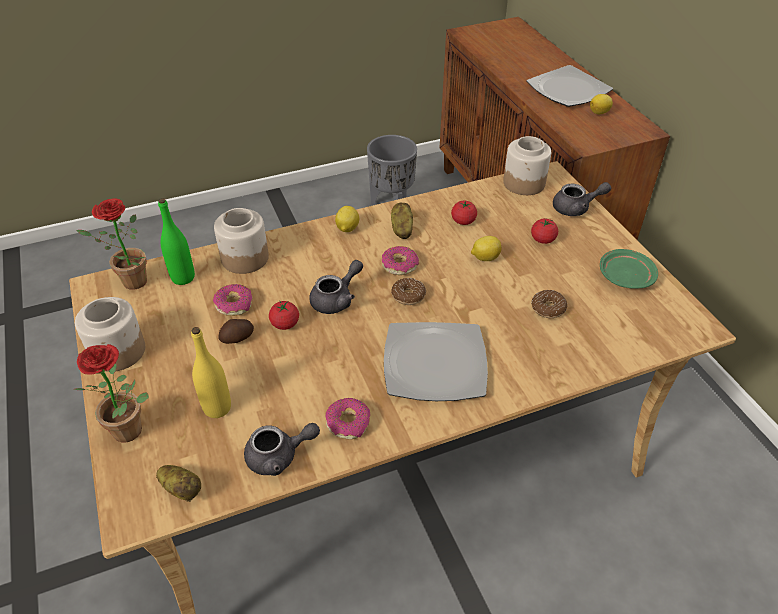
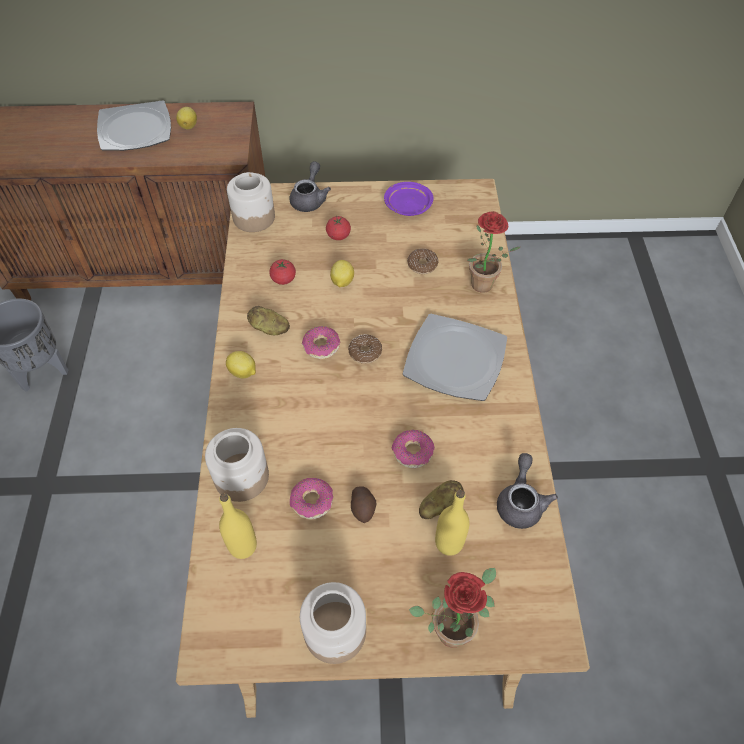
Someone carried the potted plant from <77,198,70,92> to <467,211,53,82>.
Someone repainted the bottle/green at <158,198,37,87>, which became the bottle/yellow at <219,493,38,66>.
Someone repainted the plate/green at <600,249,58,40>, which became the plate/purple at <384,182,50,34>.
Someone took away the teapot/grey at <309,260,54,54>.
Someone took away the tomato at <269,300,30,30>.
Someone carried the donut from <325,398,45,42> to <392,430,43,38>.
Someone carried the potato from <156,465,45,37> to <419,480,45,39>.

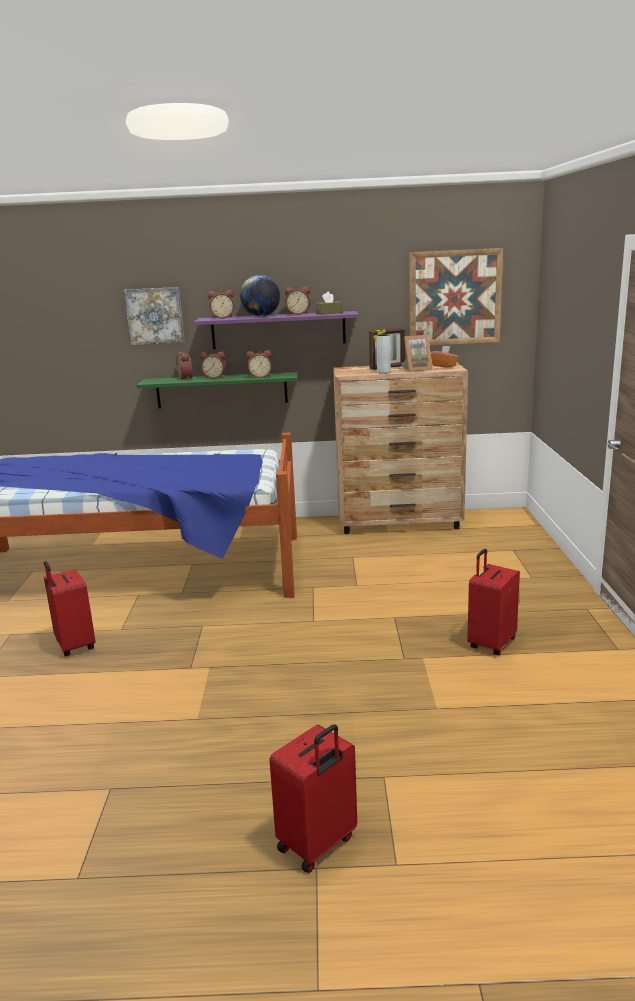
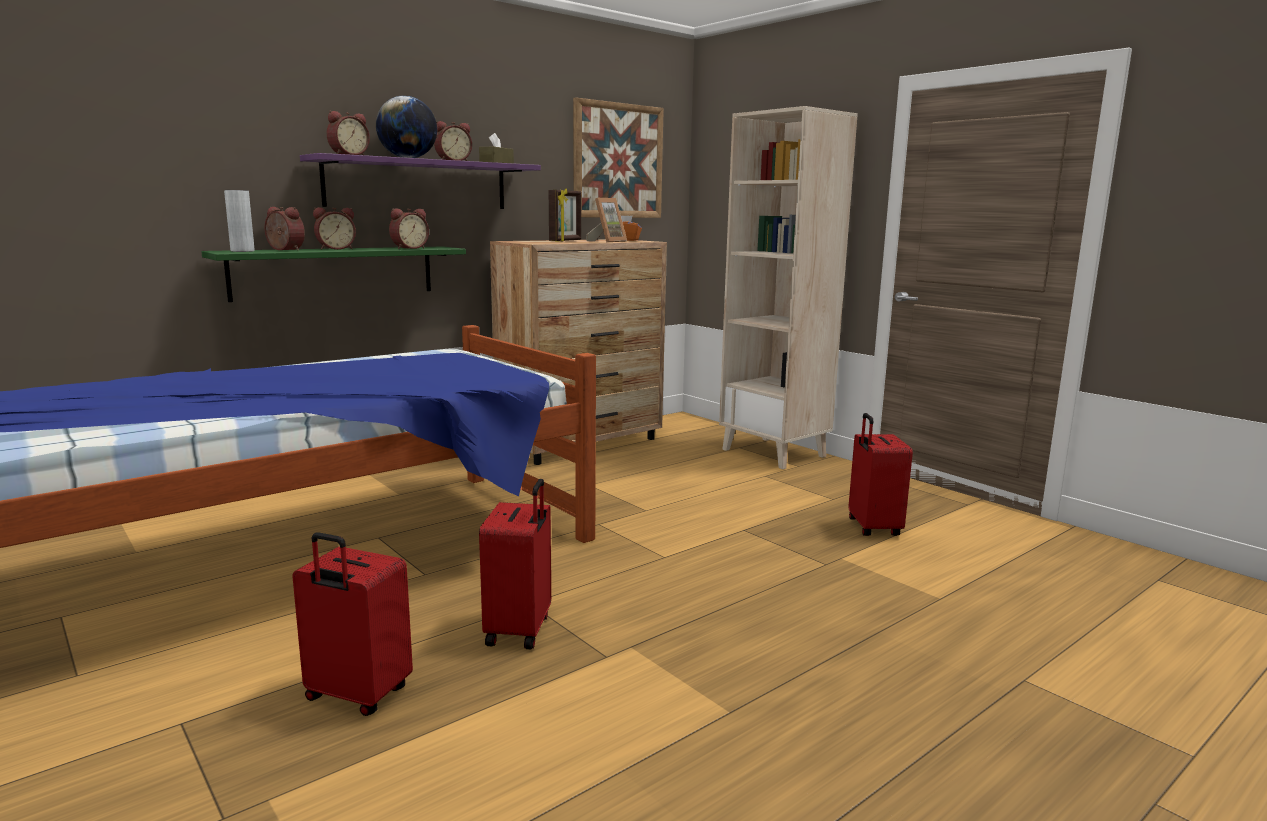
Someone took away the picture at <124,287,60,58>.
Someone carried the vase/grey from <376,334,15,39> to <224,190,31,62>.
Someone carried the suitcase/red from <269,724,88,149> to <479,479,72,170>.
Someone put down the bookcase/beige at <719,106,139,363>.

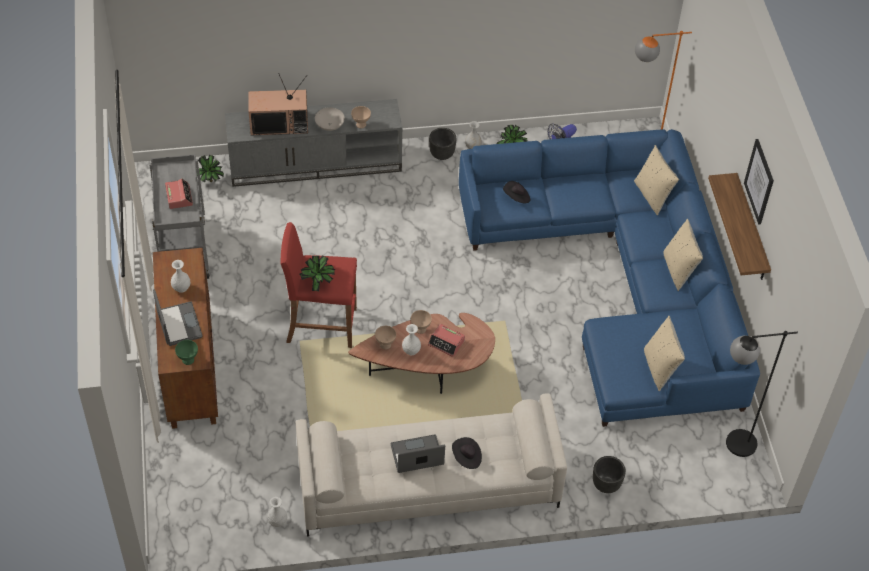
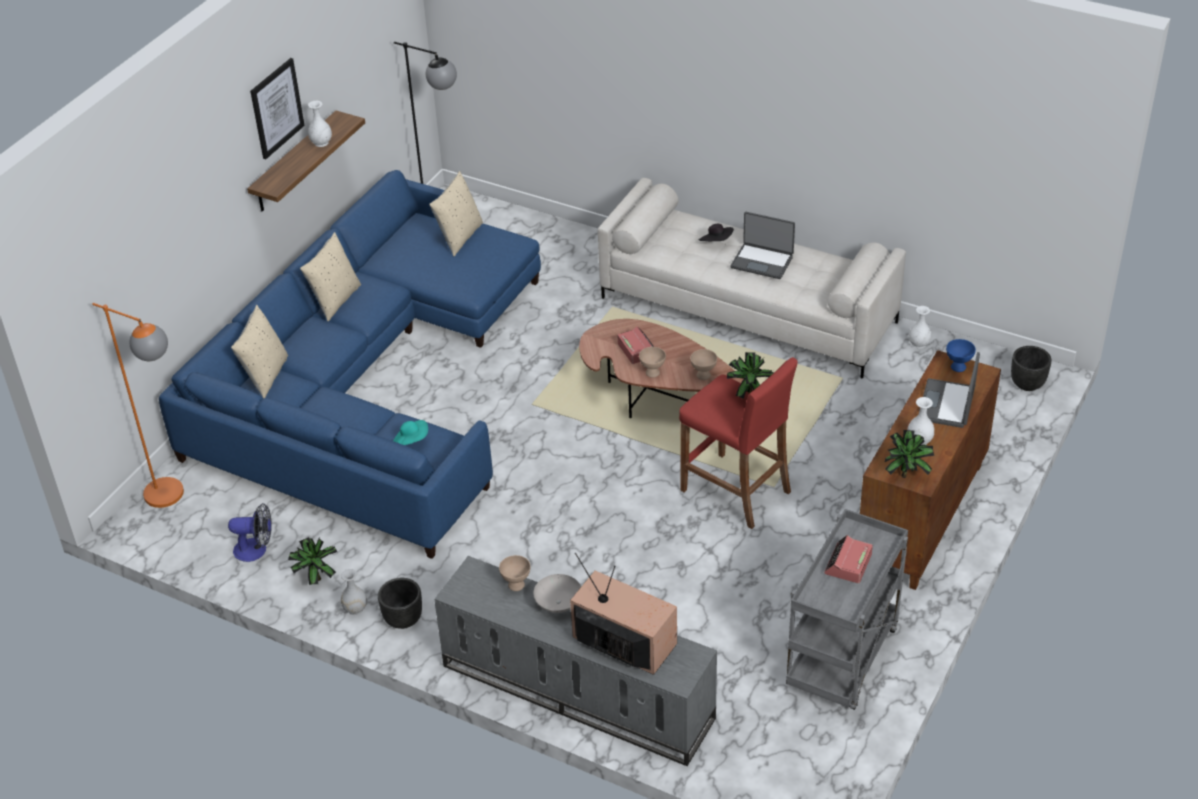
Someone carried the potted plant from <197,154,27,28> to <884,430,50,48>.
Someone repainted the hat/black at <503,181,27,22>, which became the hat/turquoise at <393,420,35,25>.
Someone carried the vase/white from <402,324,19,31> to <308,101,24,46>.
Someone repainted the bowl/green at <175,340,23,25>, which became the bowl/blue at <946,339,30,33>.
Someone carried the planter/black from <593,456,33,37> to <1011,346,41,45>.

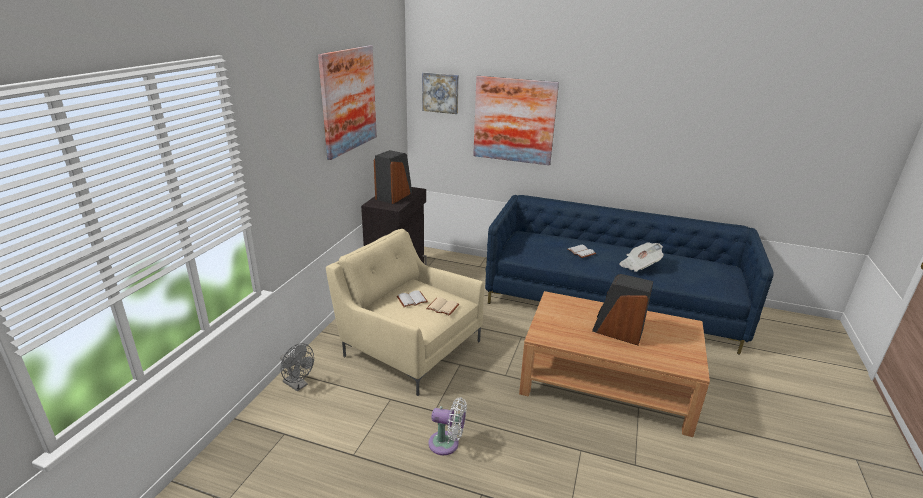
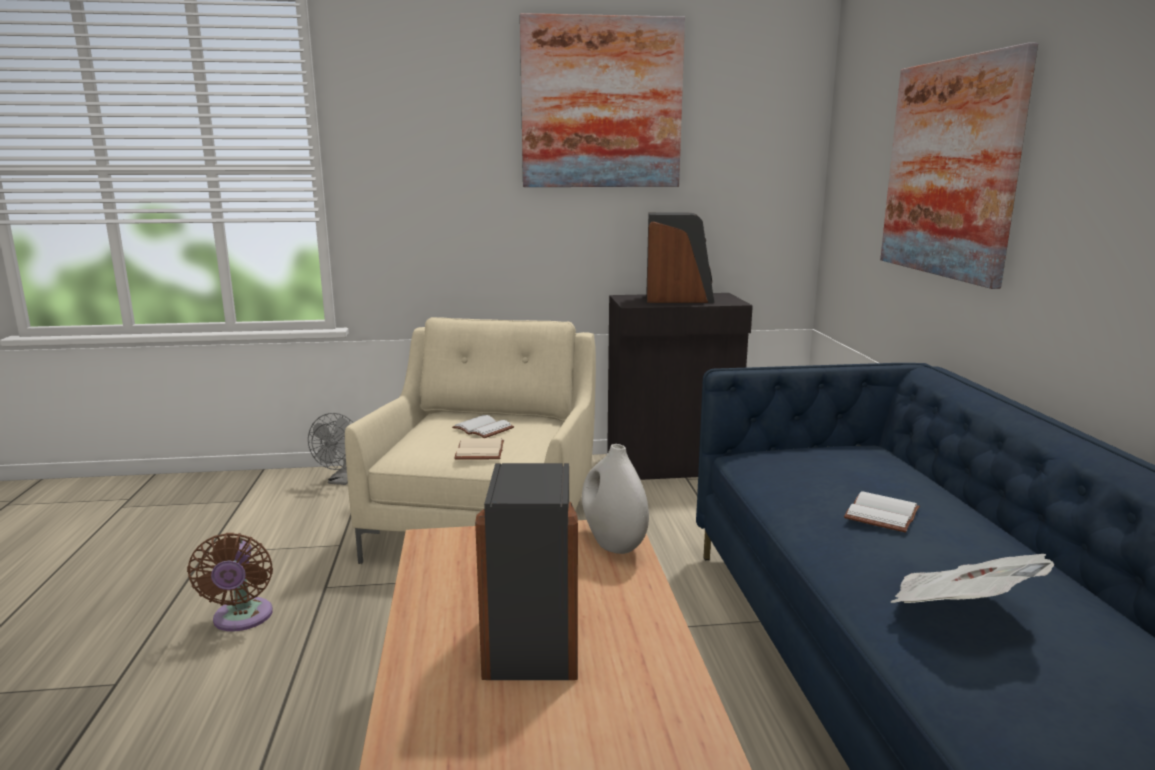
Someone took away the picture at <422,72,37,42>.
Someone repainted the fan/white at <428,398,39,57>, which became the fan/brown at <187,533,86,98>.
Someone put down the vase/white at <582,444,67,110>.

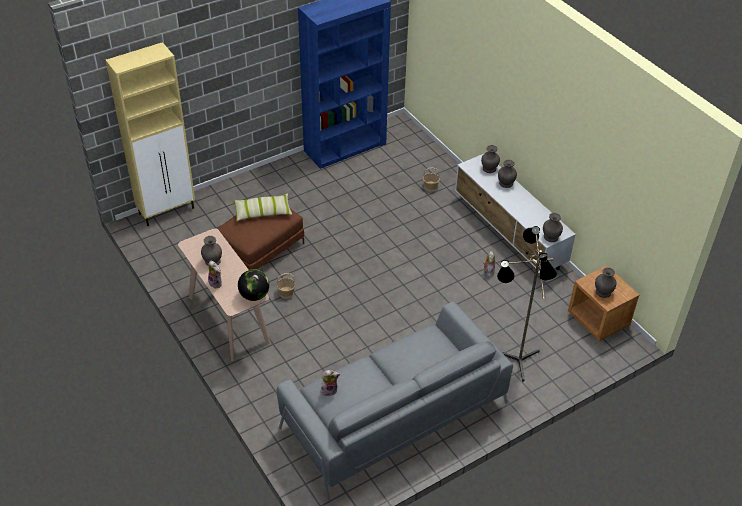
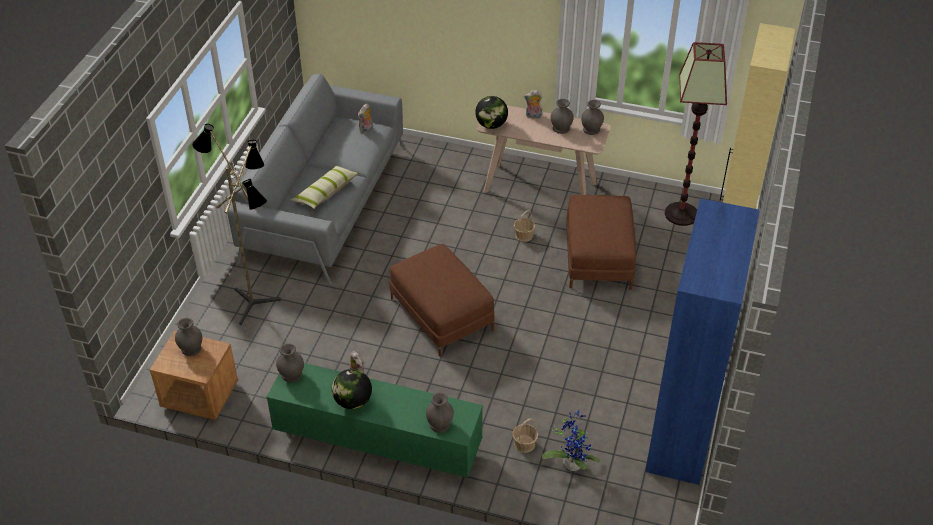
Someone repainted the tv stand/white at <455,154,121,117>, which became the tv stand/green at <266,363,217,115>.
Someone carried the vase/grey from <498,160,19,28> to <581,100,23,35>.
Someone carried the pillow from <233,193,59,28> to <291,165,68,44>.
Someone put down the floor lamp at <665,42,62,184>.
Someone put down the ottoman/brown at <390,244,105,113>.
Someone put down the globe at <332,369,40,40>.
Someone put down the potted plant at <542,409,58,63>.

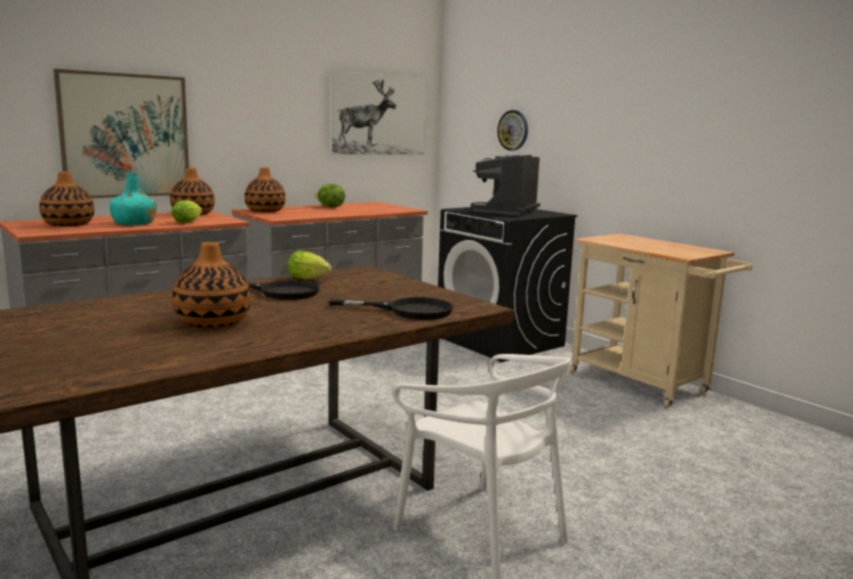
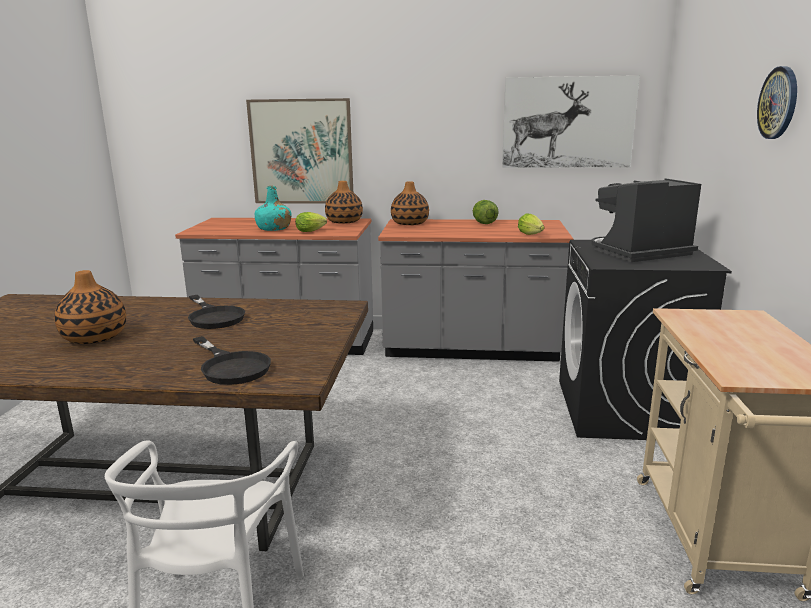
Someone carried the wall clock from <497,110,31,41> to <757,66,40,73>.
Someone took away the vase at <39,172,55,54>.
Someone carried the lettuce from <287,251,44,29> to <518,213,26,22>.

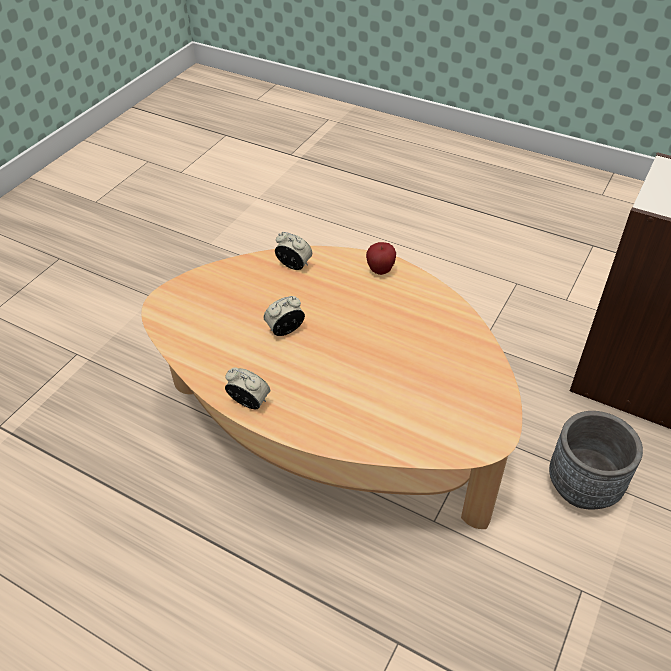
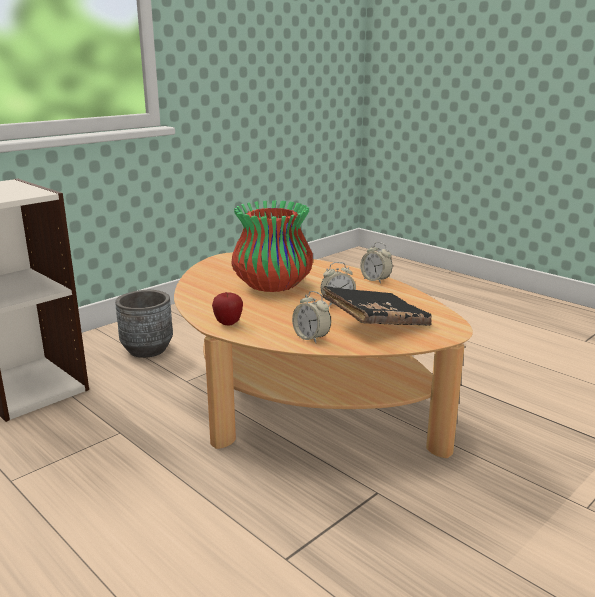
Someone put down the vase at <231,200,82,92>.
Someone put down the book/black at <322,286,110,40>.

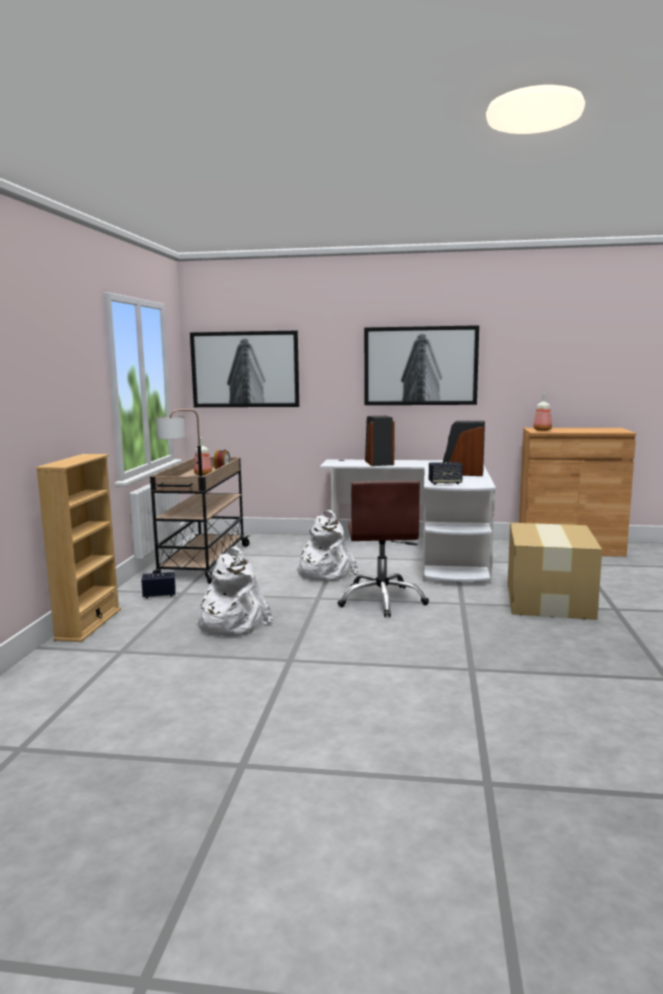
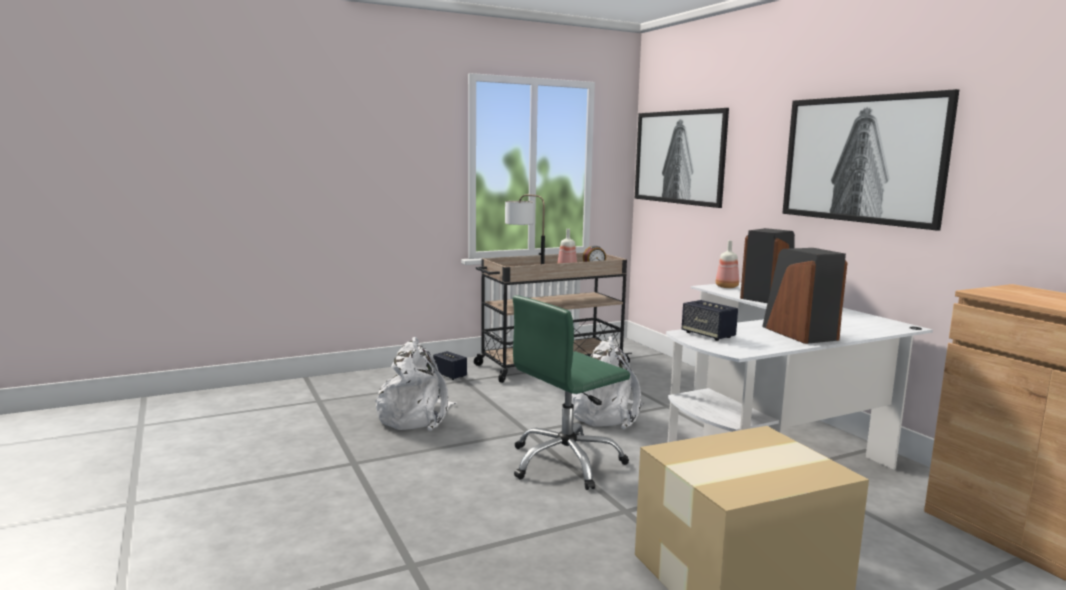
Someone carried the bottle from <533,393,19,38> to <716,240,23,48>.
Someone took away the bookcase/beige at <36,454,85,188>.
Someone repainted the office chair/brown at <338,480,91,137>, which became the office chair/green at <513,295,117,195>.

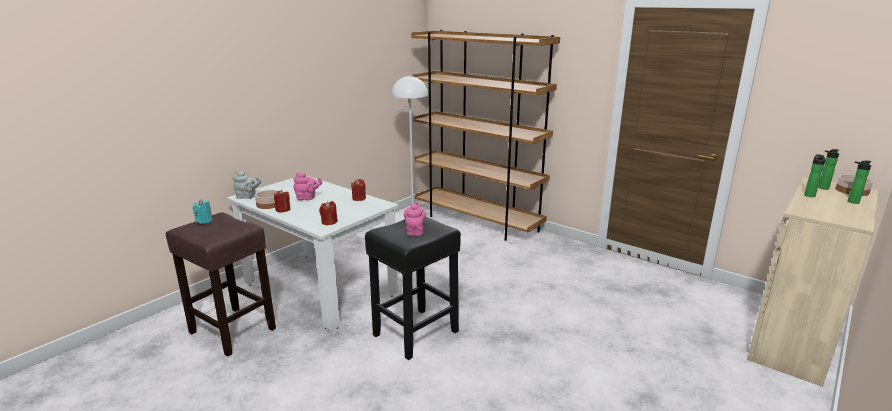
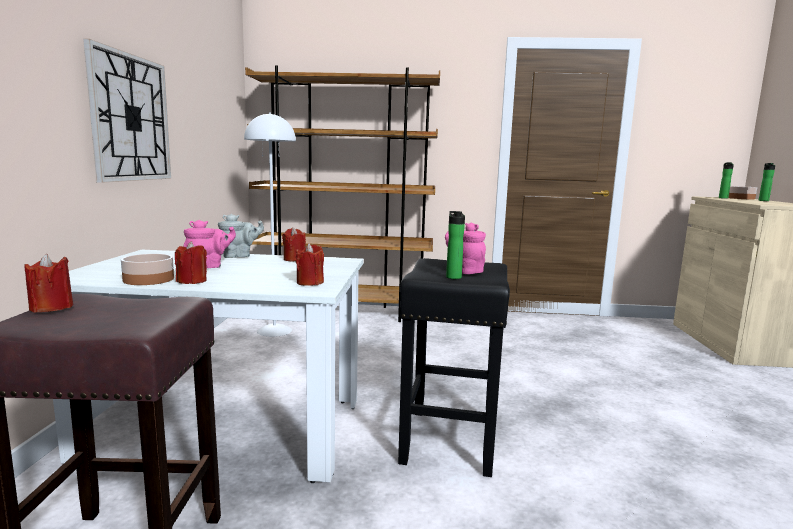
Someone carried the bottle from <804,154,22,43> to <446,211,19,68>.
Someone carried the teapot/grey from <233,171,28,28> to <218,214,46,44>.
Someone repainted the candle/turquoise at <193,199,20,25>, which became the candle/red at <24,254,49,59>.
Someone put up the wall clock at <83,39,88,144>.

